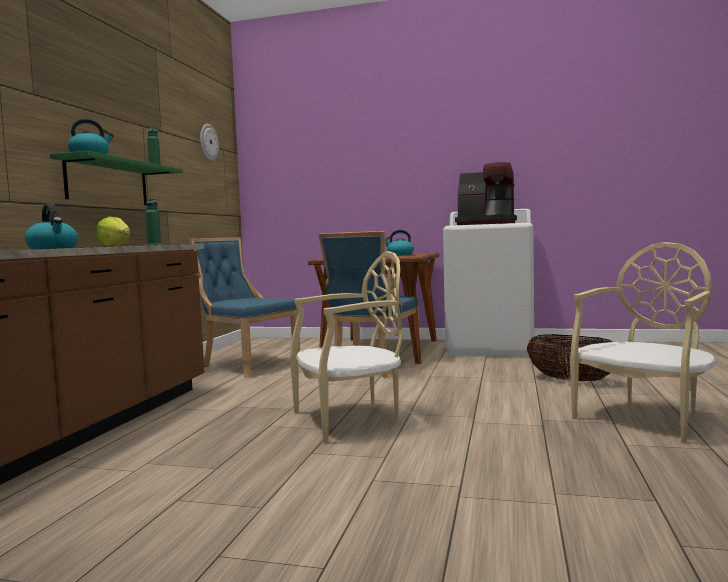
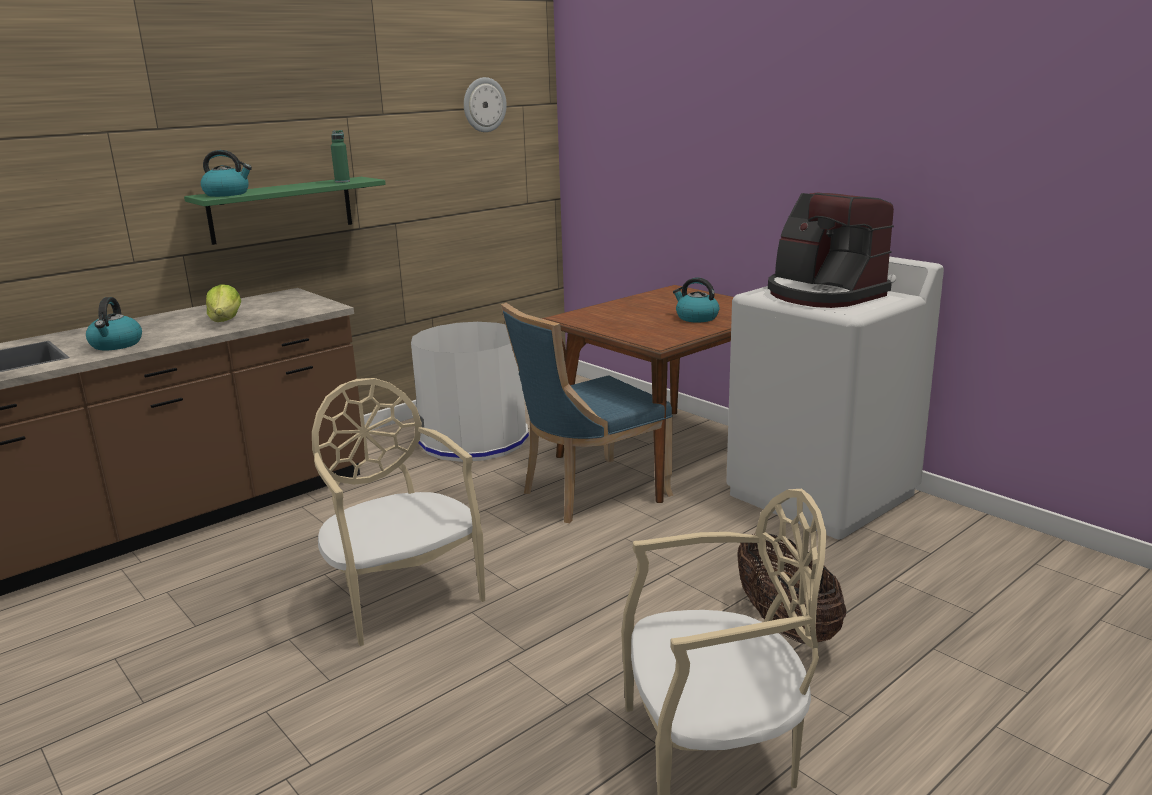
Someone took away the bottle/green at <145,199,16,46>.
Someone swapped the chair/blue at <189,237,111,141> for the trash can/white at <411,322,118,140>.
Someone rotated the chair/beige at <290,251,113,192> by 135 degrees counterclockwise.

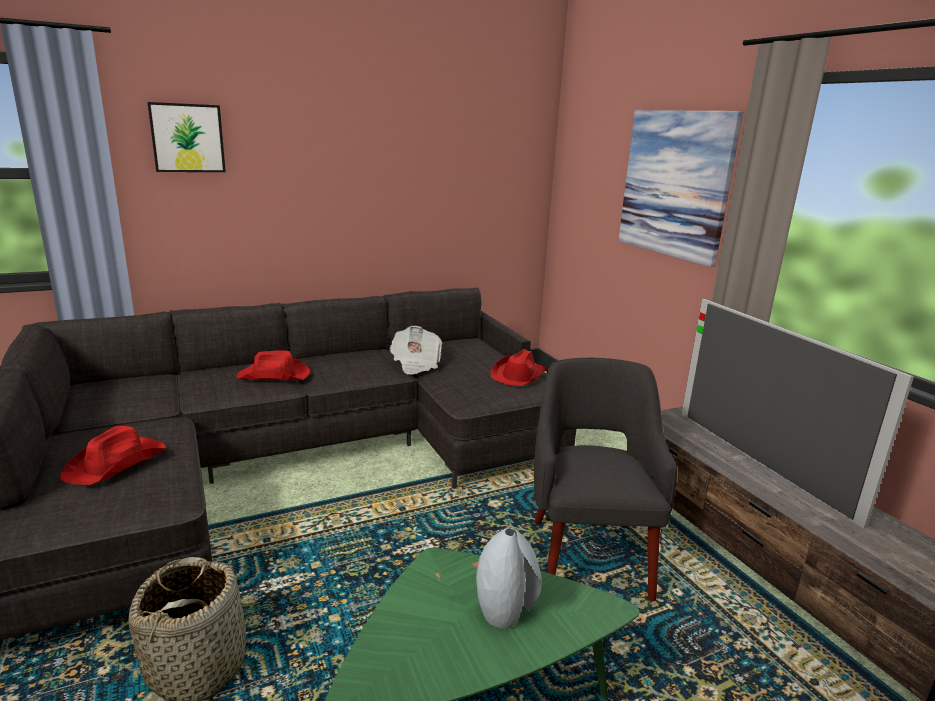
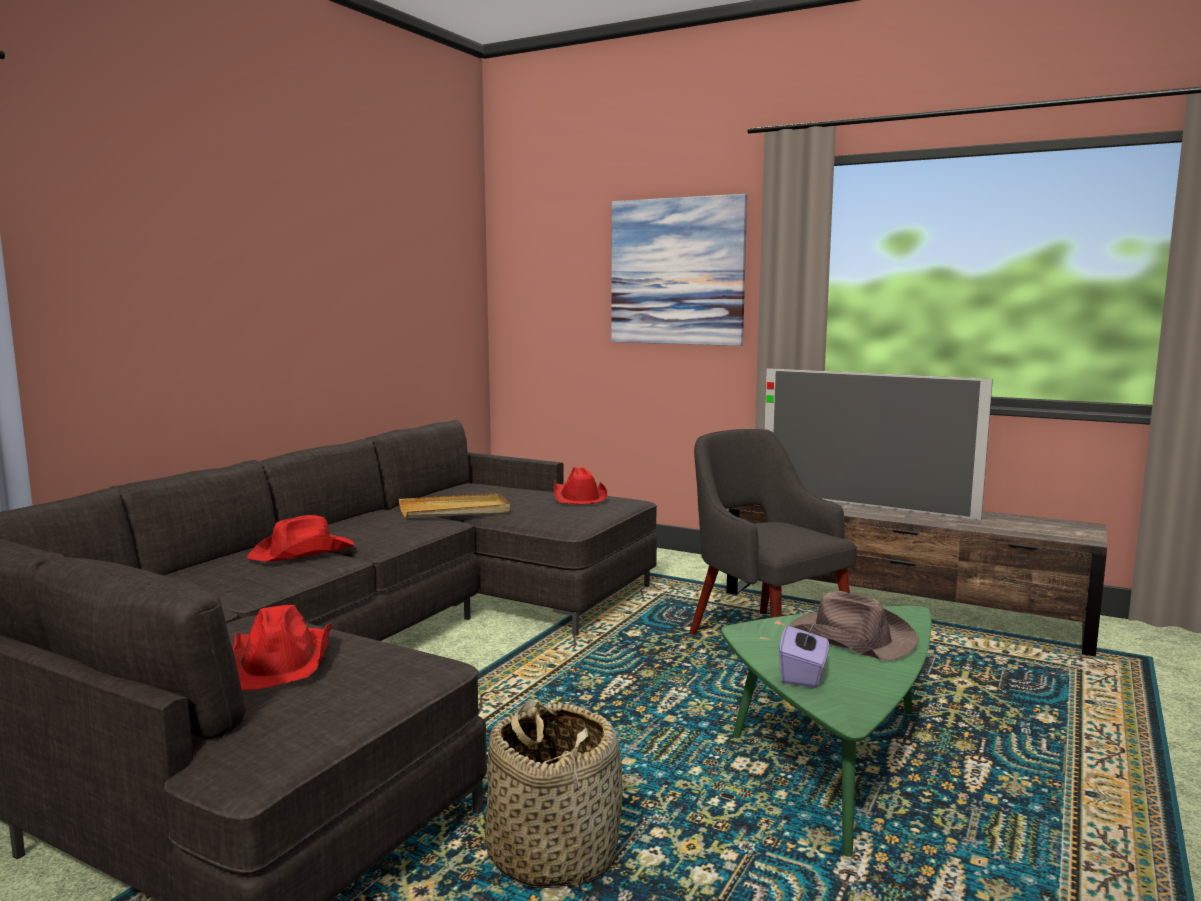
Someone took away the picture at <148,102,78,70>.
Someone swapped the newspaper at <389,326,53,49> for the tray/beige at <399,493,111,25>.
Someone swapped the vase/grey at <476,528,66,101> for the hat/brown at <790,591,129,70>.
Someone put down the tissue box/purple at <779,621,50,67>.

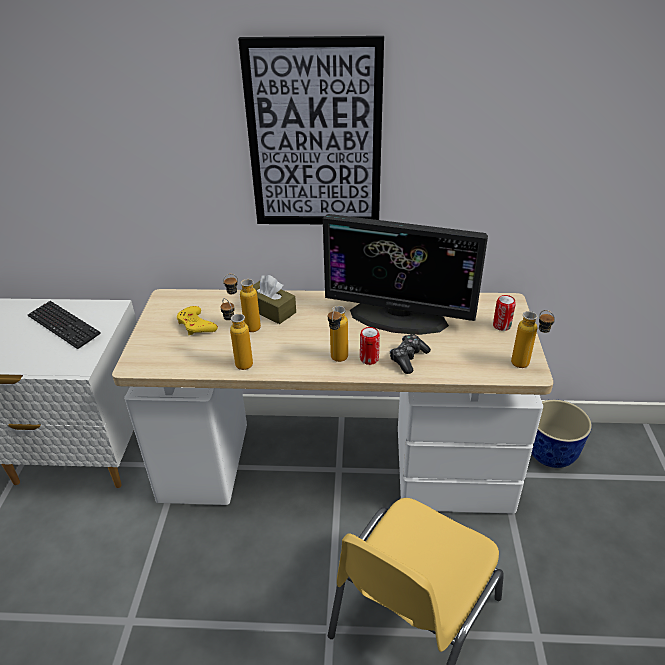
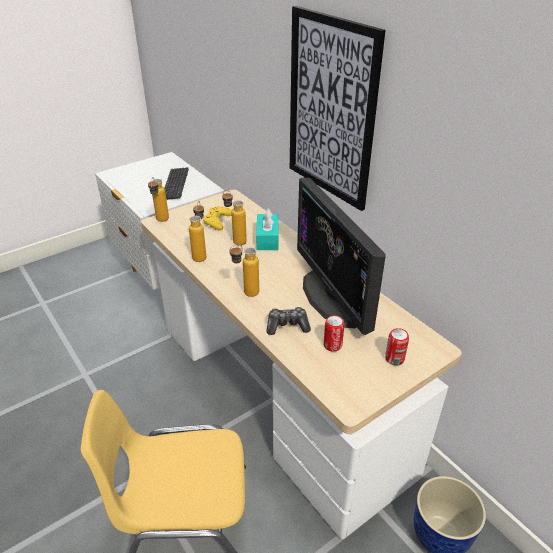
Someone repainted the tissue box/brown at <253,275,43,49>, which became the tissue box/turquoise at <256,208,23,42>.
Someone carried the bottle from <511,310,44,58> to <148,177,21,45>.
Someone carried the can from <360,327,20,38> to <324,315,21,37>.

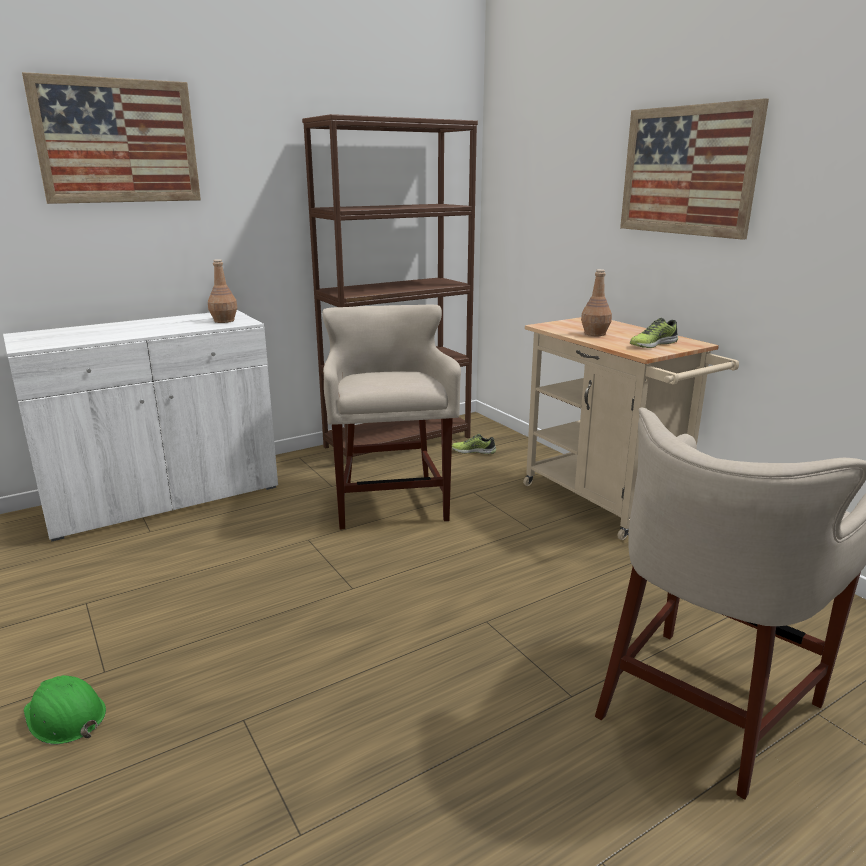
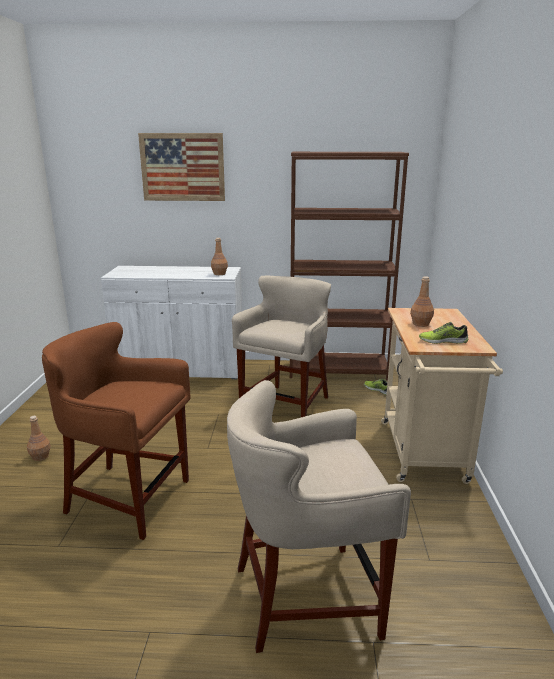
Someone took away the picture at <620,98,149,142>.
Someone swapped the hard hat/green at <24,675,82,70> for the bottle/brown at <27,416,24,45>.
Someone put down the stool/brown at <42,322,148,218>.

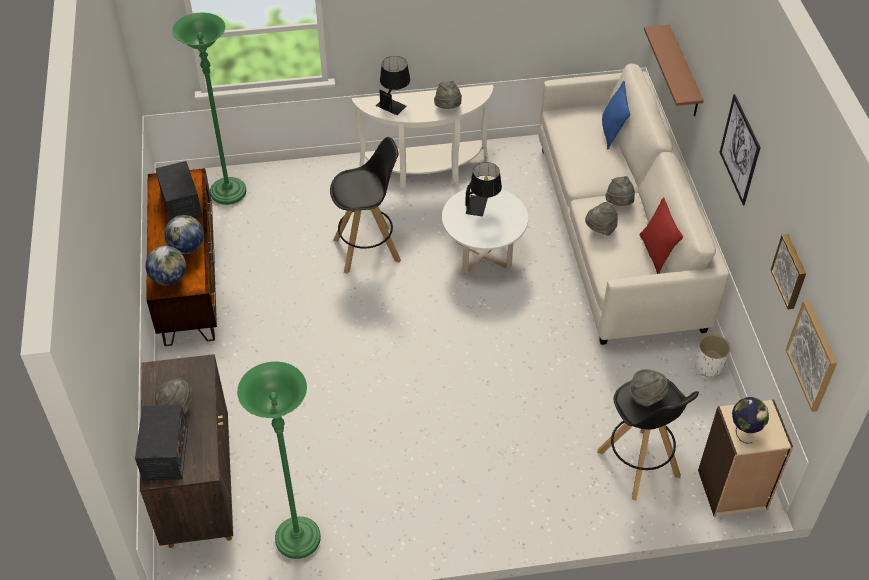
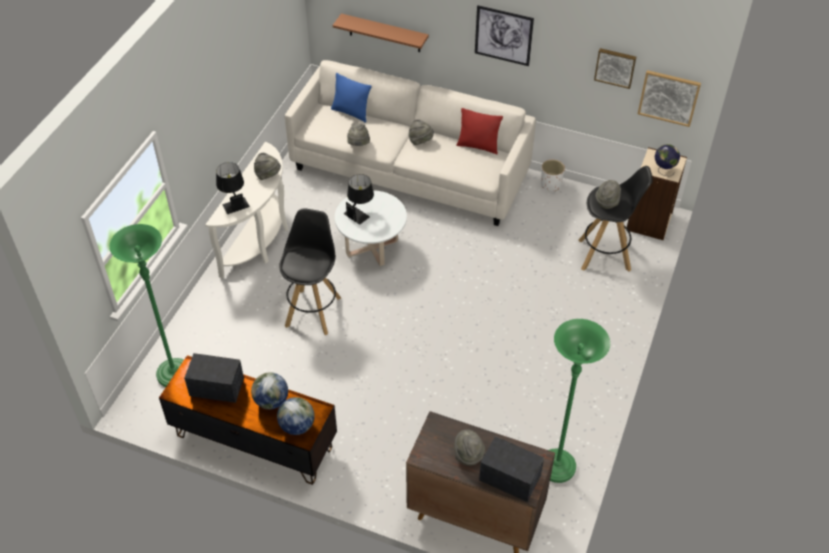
Someone carried the hat/grey from <585,202,33,34> to <347,123,23,23>.

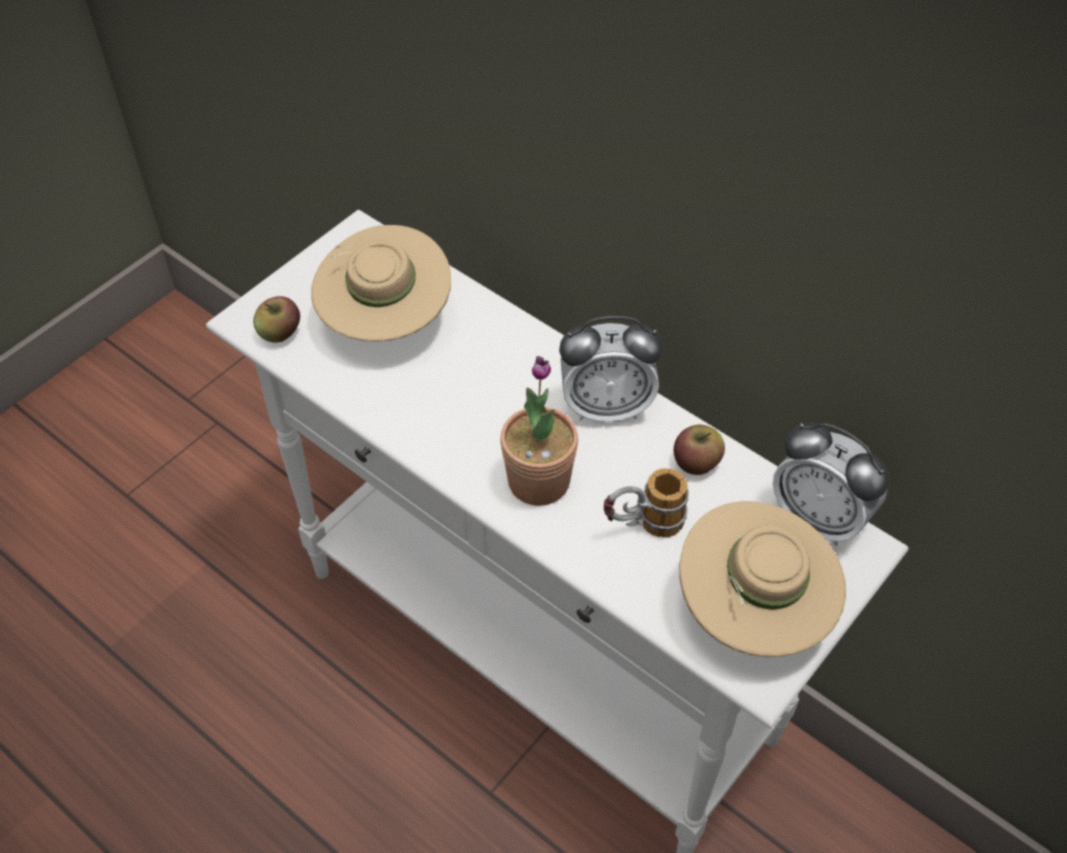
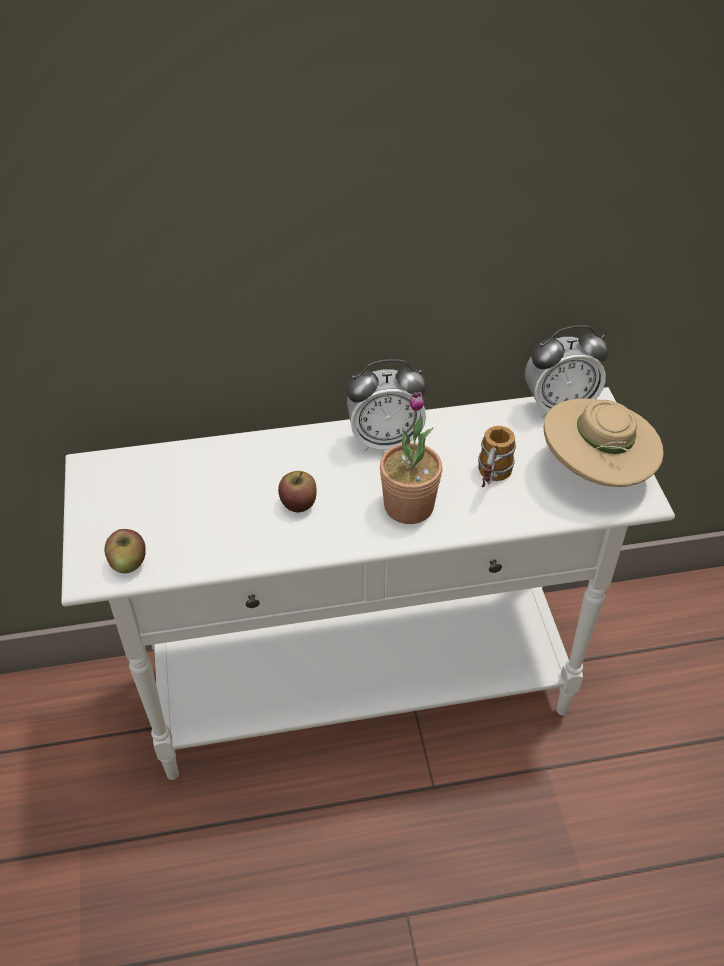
Someone took away the hat/beige at <311,225,140,117>.
Someone rotated the alarm clock at <559,316,104,106> by 45 degrees clockwise.
Someone carried the apple from <674,425,51,50> to <278,471,39,42>.

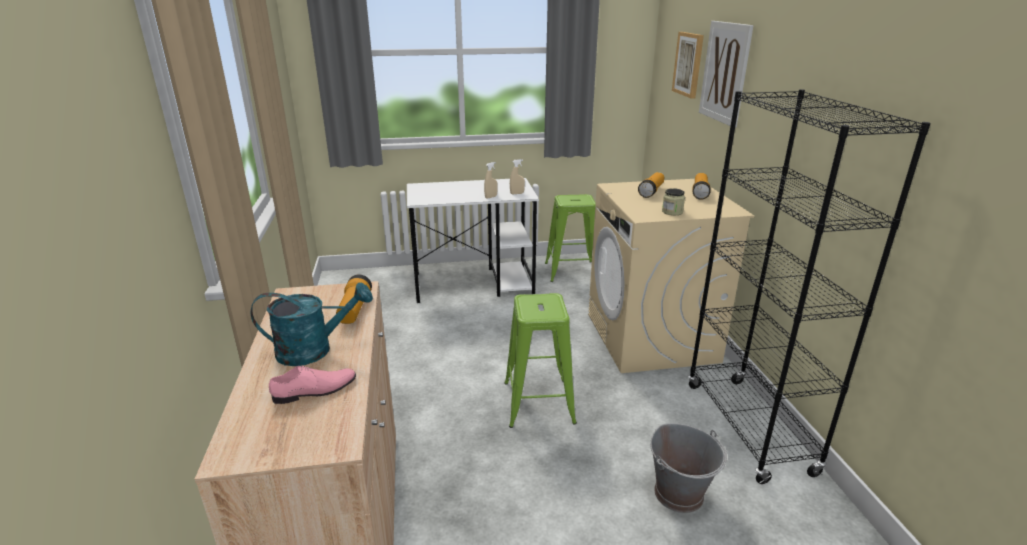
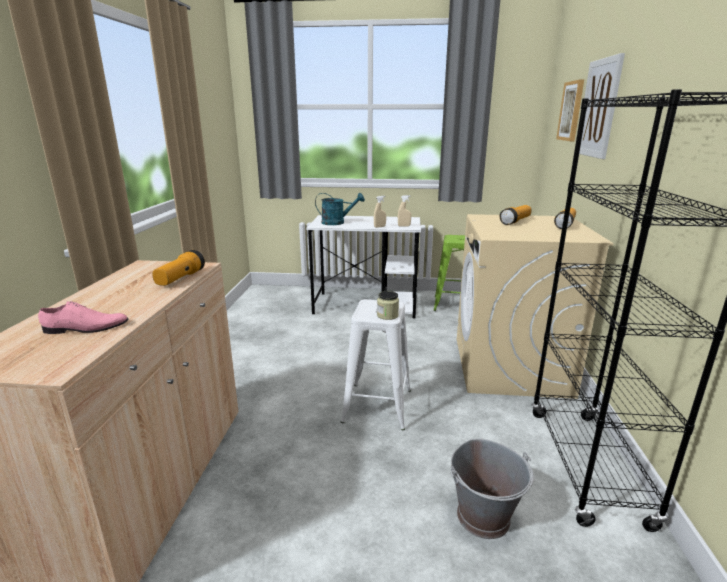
Someone carried the jar from <662,188,23,27> to <377,291,22,29>.
Someone carried the watering can/turquoise from <251,282,122,84> to <315,193,50,32>.
Someone repainted the stool/green at <504,293,73,135>, which became the stool/white at <341,299,70,131>.

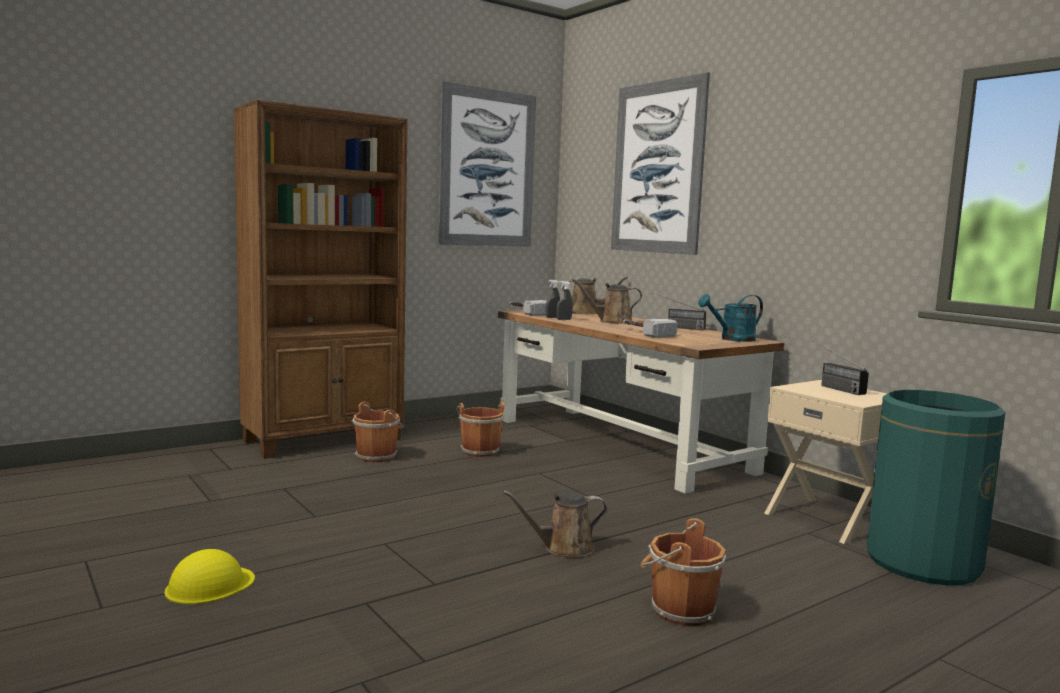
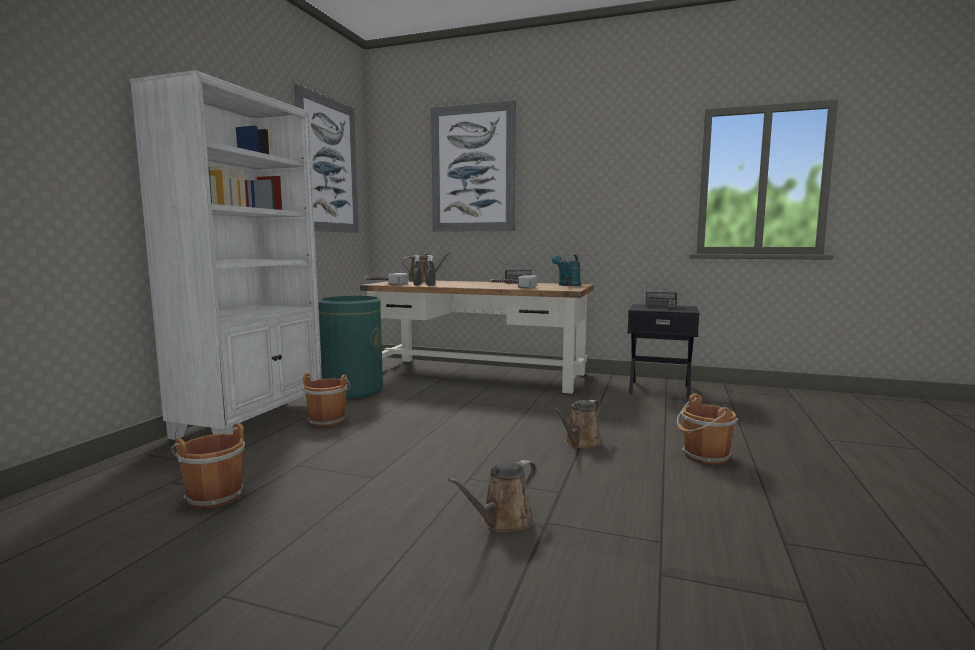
Someone repainted the bookcase/brown at <233,100,175,359>, which became the bookcase/white at <130,70,192,370>.
Someone carried the watering can/brown from <572,278,70,46> to <448,460,89,73>.
Someone repainted the nightstand/beige at <764,380,123,164>, which became the nightstand/black at <627,304,73,95>.
Someone carried the trash can/green from <867,390,138,195> to <319,296,64,103>.
Someone carried the bucket/brown from <457,402,47,55> to <171,423,74,85>.
Someone took away the hard hat/yellow at <165,549,90,55>.

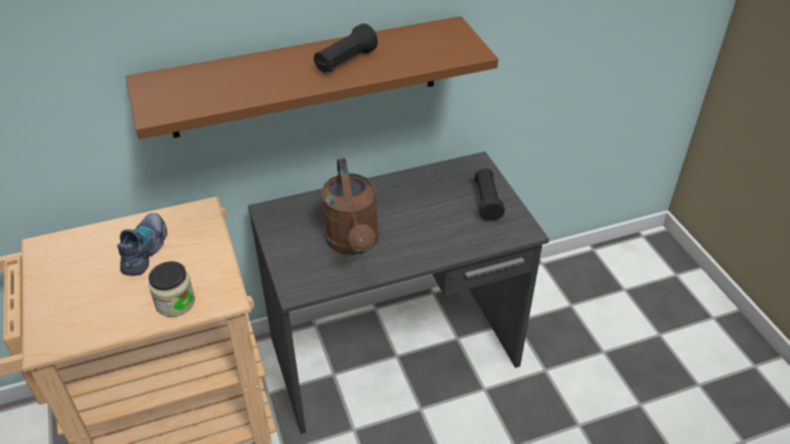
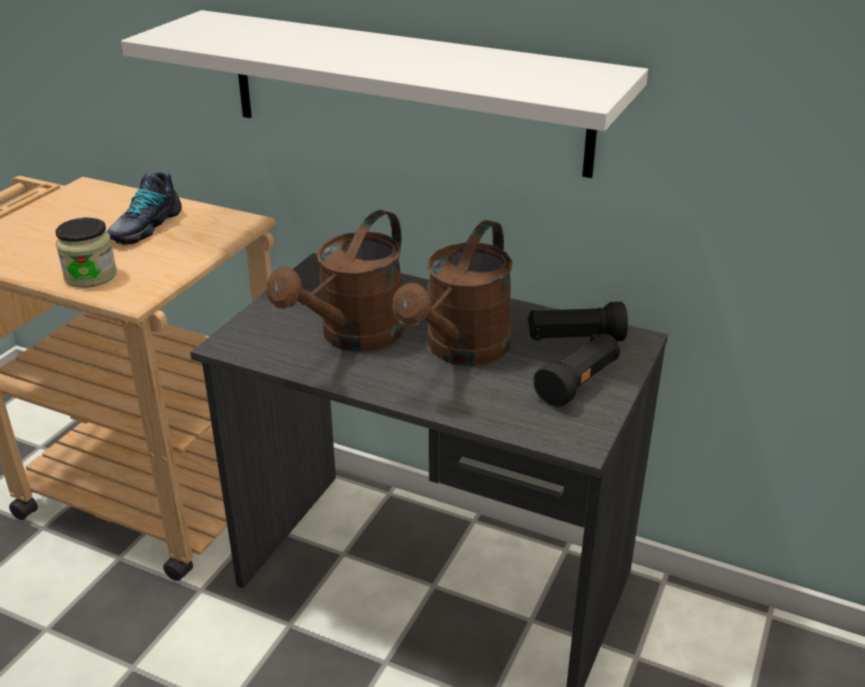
Someone repainted the shelf/brown at <126,16,372,123>, which became the shelf/white at <121,10,527,168>.
Someone carried the flashlight/black from <314,23,64,50> to <528,302,100,39>.
Someone rotated the shoe at <117,213,50,63> by 150 degrees clockwise.
Someone put down the watering can/brown at <392,220,121,146>.

